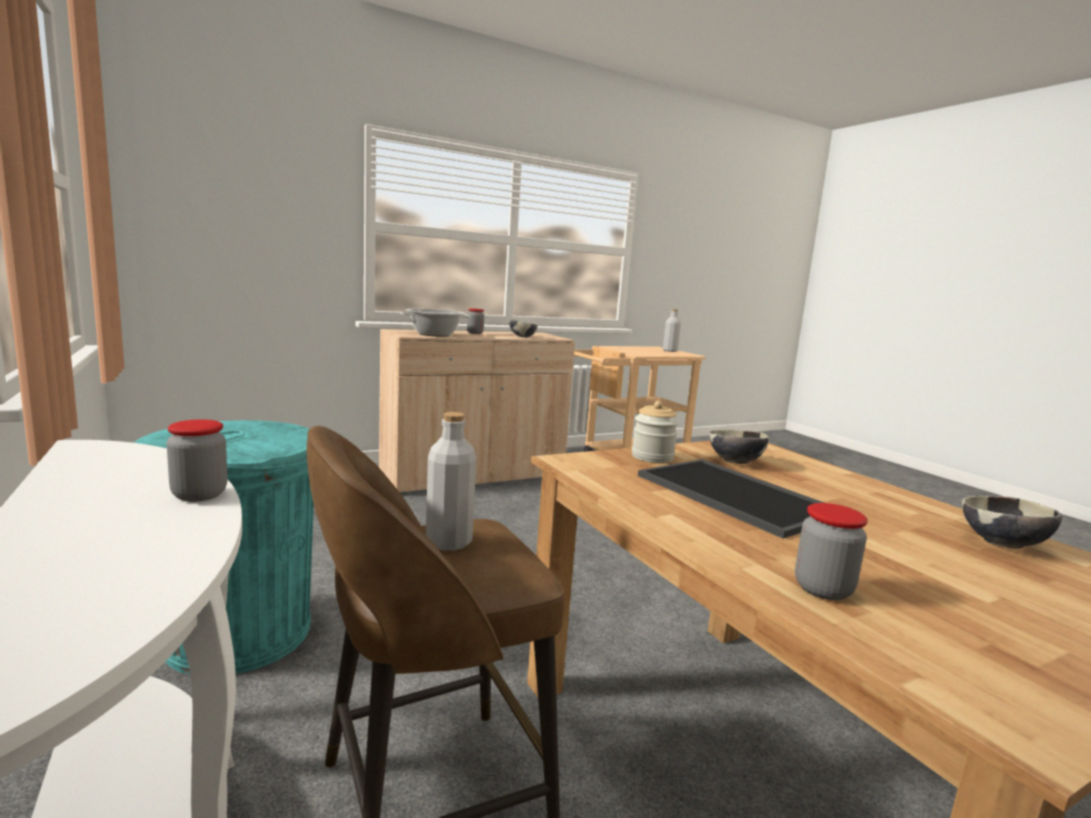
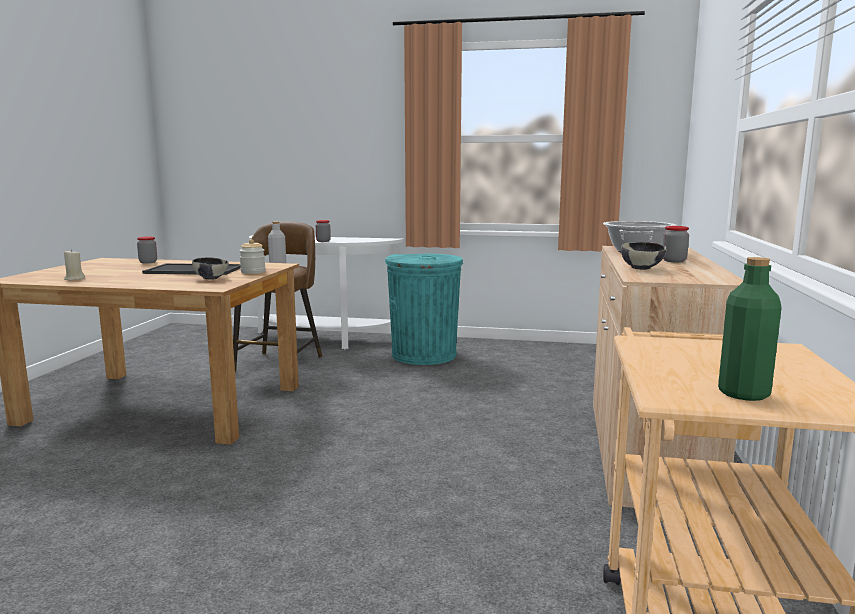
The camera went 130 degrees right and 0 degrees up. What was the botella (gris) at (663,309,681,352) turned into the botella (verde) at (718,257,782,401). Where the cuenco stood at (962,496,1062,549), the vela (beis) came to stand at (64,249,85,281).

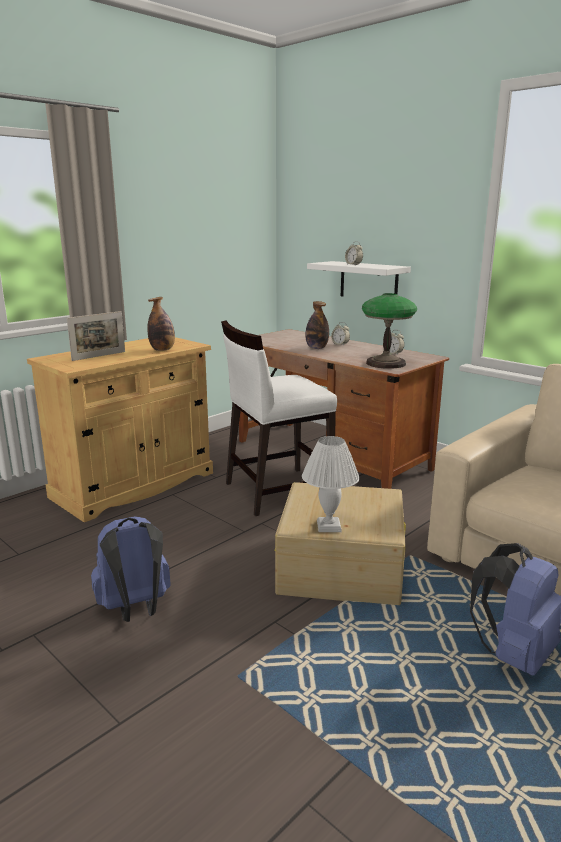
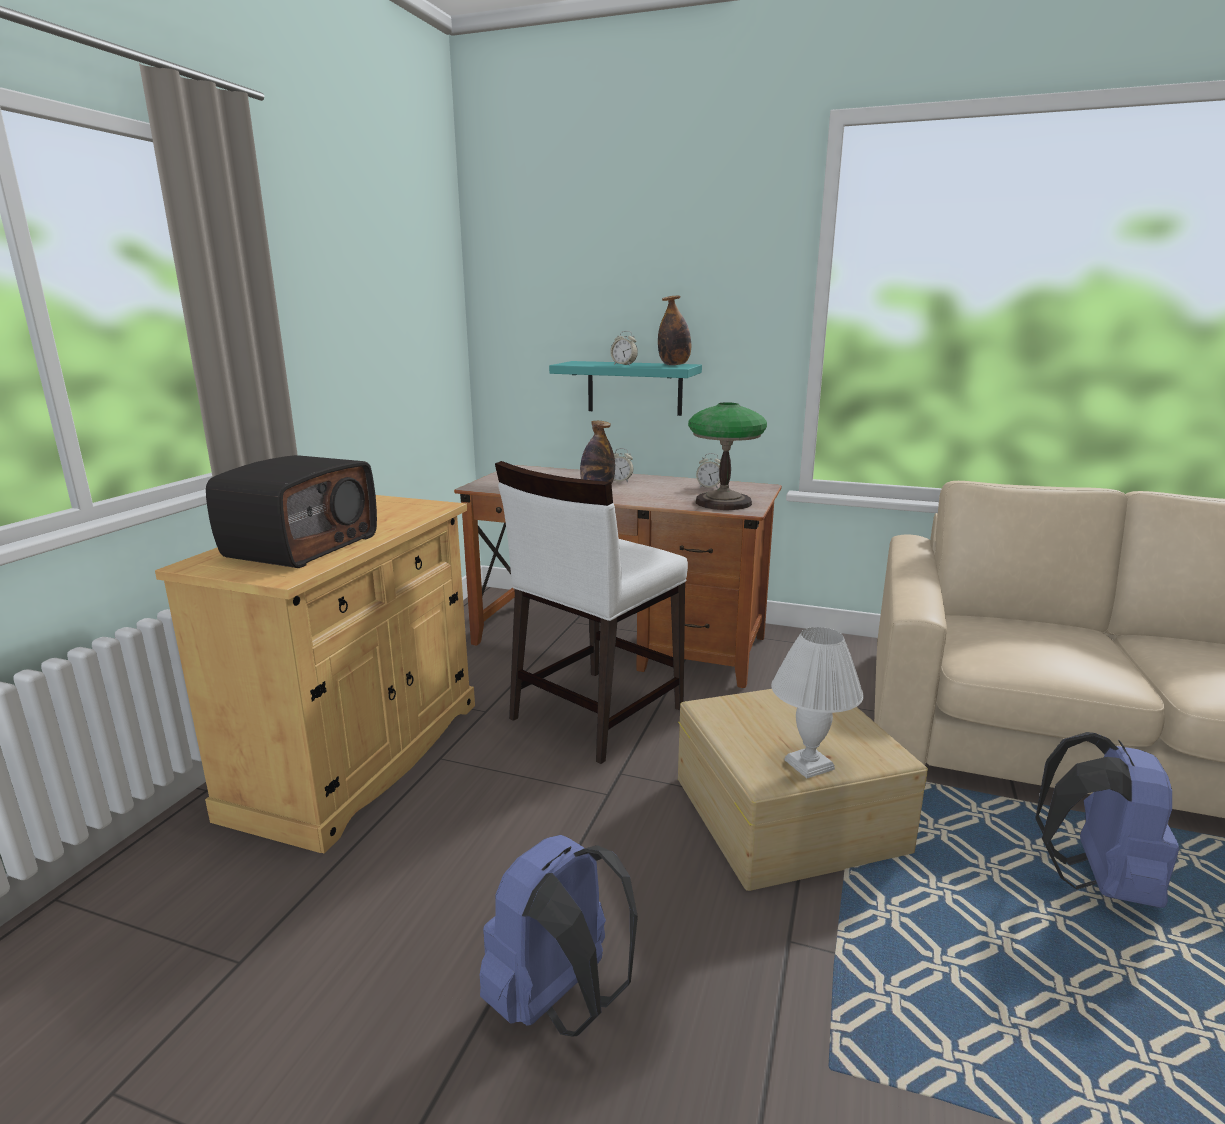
The camera went 25 degrees left and 0 degrees up. What was the estante (blanco) at (307,261,411,297) turned into the estante (turquesa) at (549,361,702,416). The botella ended up elsewhere, having gone from (147,297,175,351) to (658,296,691,365). Where the portarretratos stood at (67,311,125,361), the radio came to stand at (206,455,377,568).

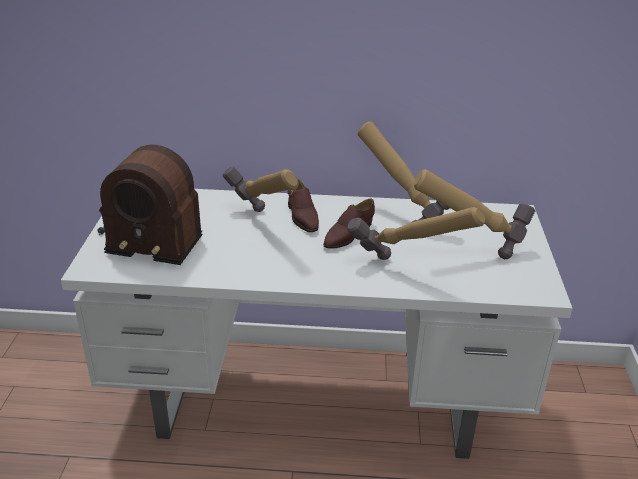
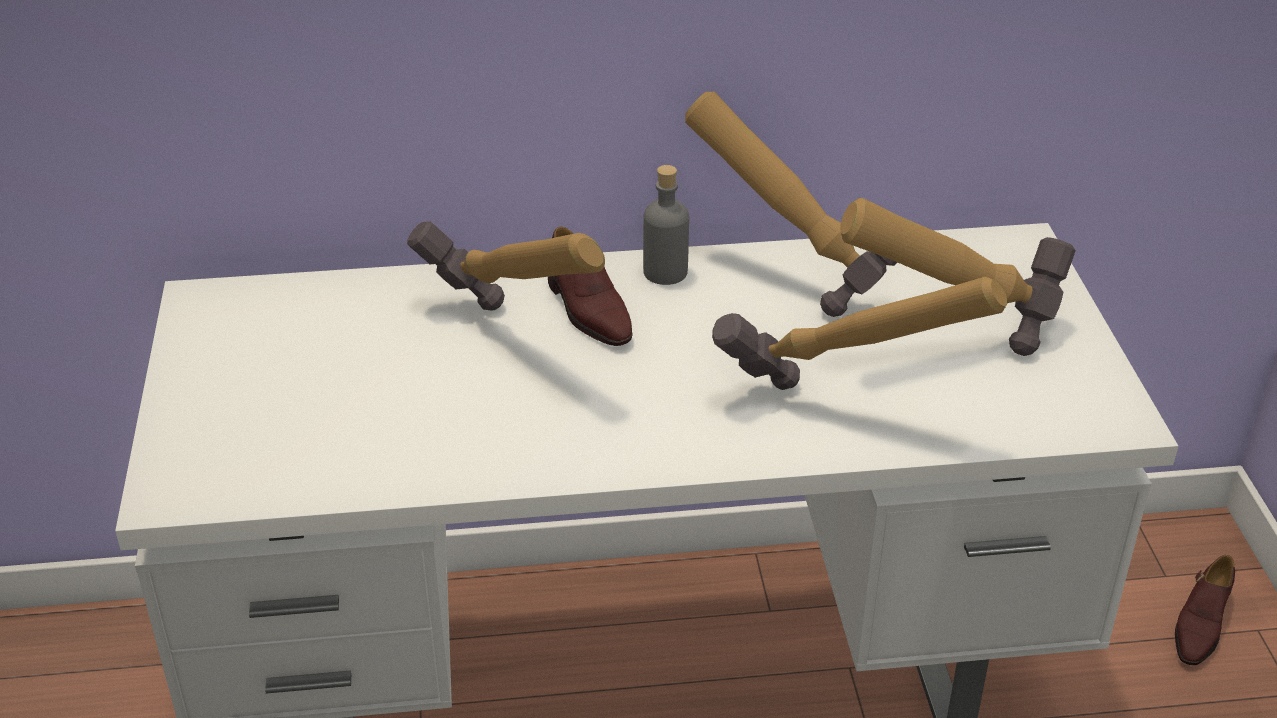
The camera went 10 degrees left and 5 degrees up. The second view lost the radio at (97,145,202,265). The zapato (marrón) ended up elsewhere, having gone from (323,199,375,249) to (1175,555,1235,665). The second view gained the botella (gris) at (643,165,689,285).

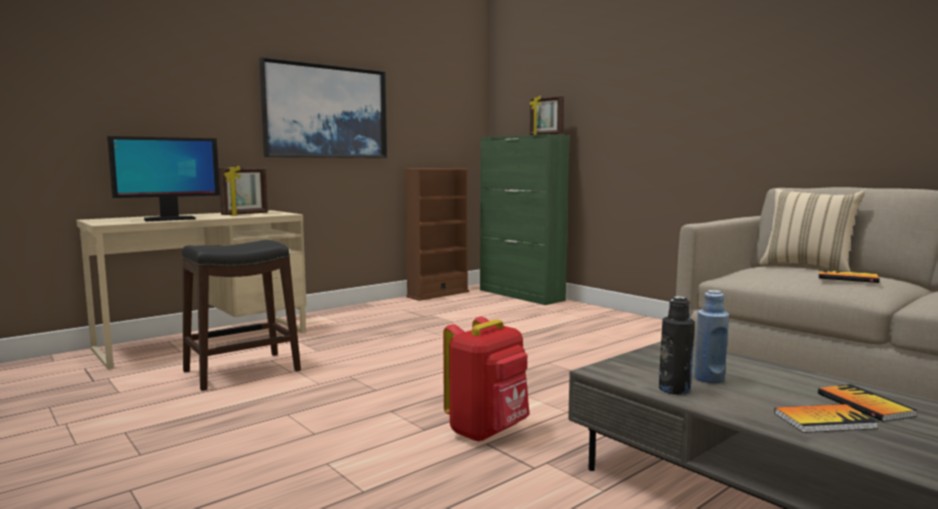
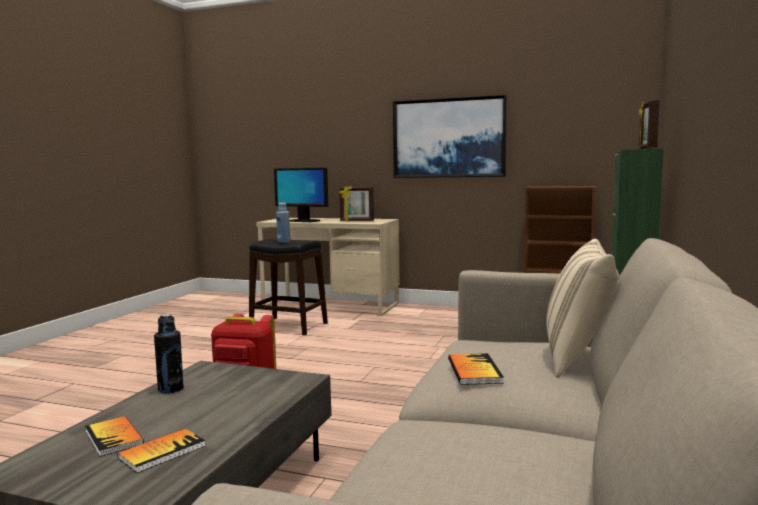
The camera went 60 degrees right and 0 degrees up. The botella (azul) ended up elsewhere, having gone from (694,290,729,383) to (276,202,290,243).

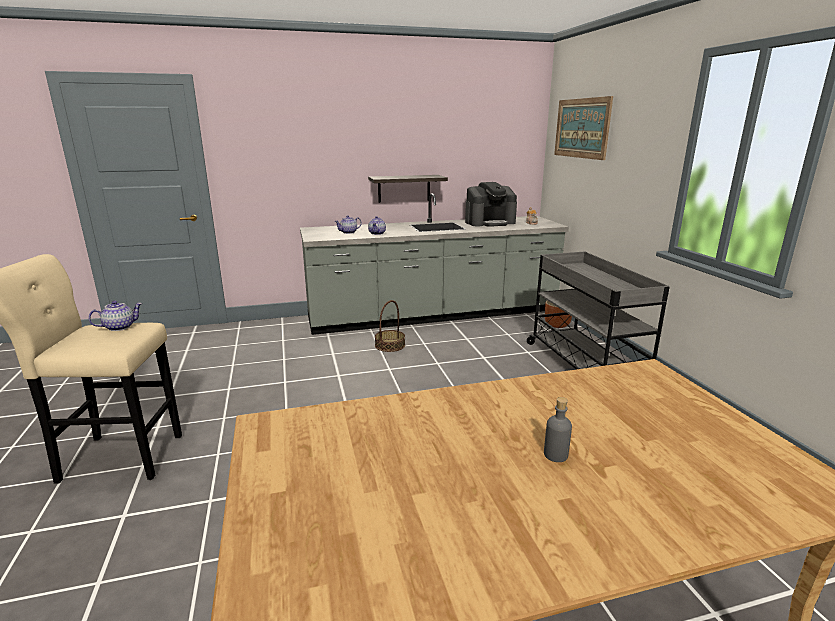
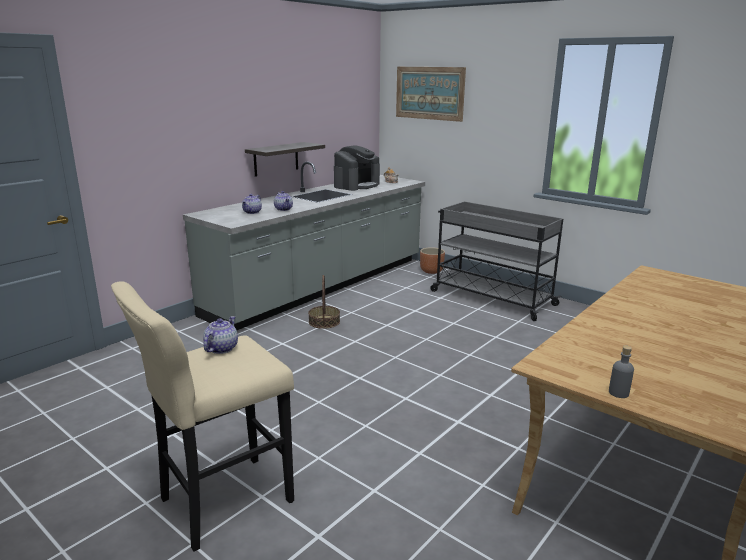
The camera went 35 degrees left and 0 degrees up. The botella (gris) ended up elsewhere, having gone from (544,397,572,462) to (609,346,634,398).

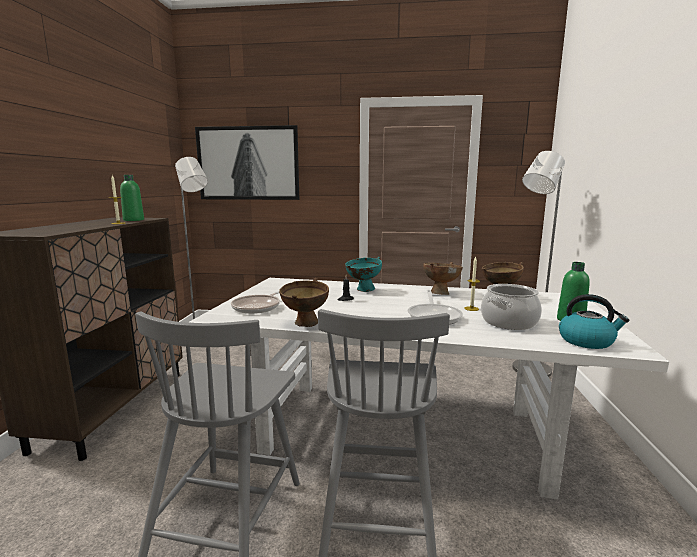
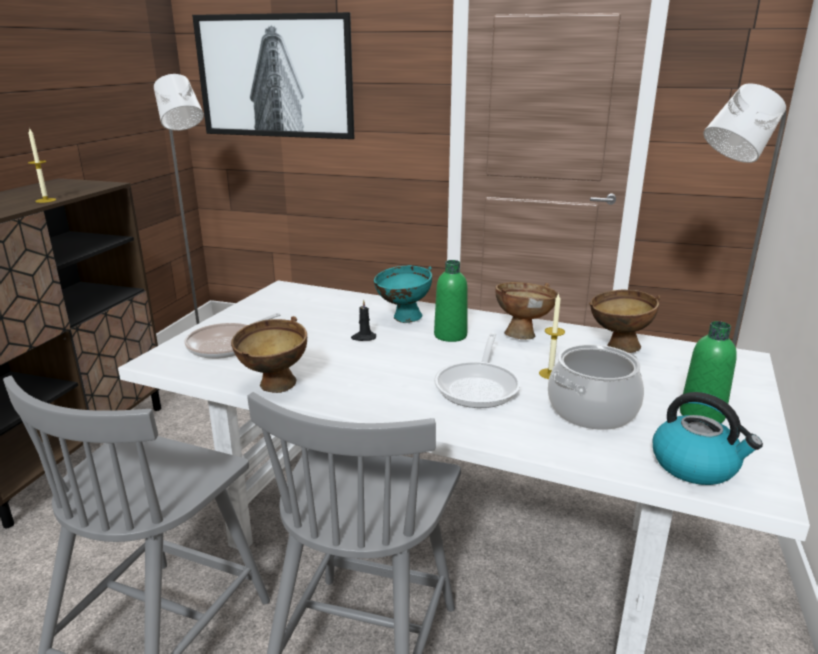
The camera went 10 degrees right and 10 degrees up. The botella (verde) ended up elsewhere, having gone from (120,175,144,221) to (434,260,468,342).

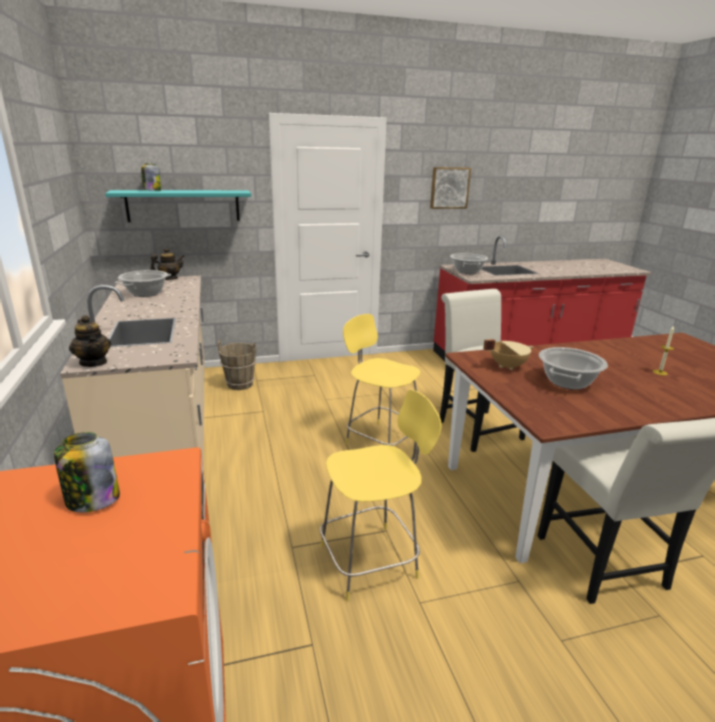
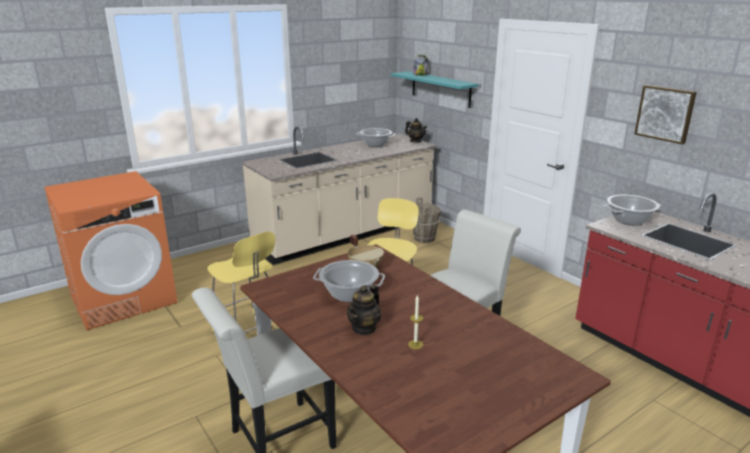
The camera went 70 degrees right and 0 degrees up. The tetera ended up elsewhere, having gone from (69,315,111,367) to (347,285,381,335). The second view lost the tarro at (54,432,120,512).

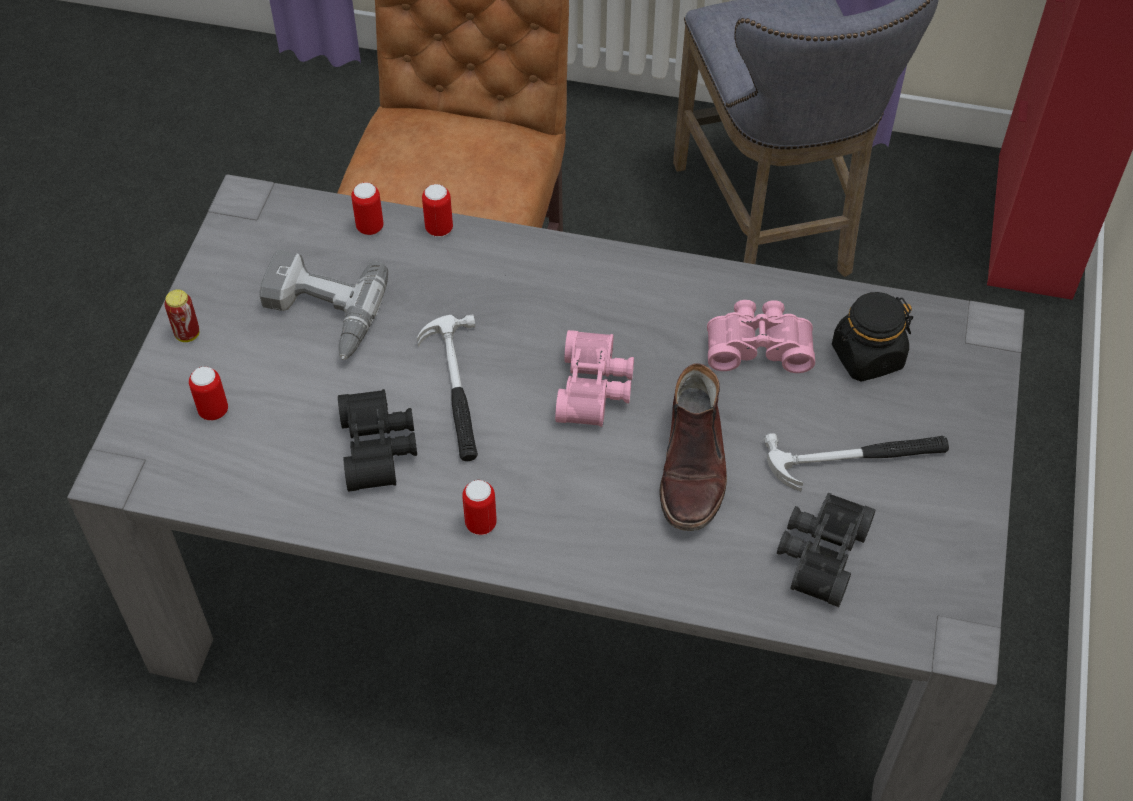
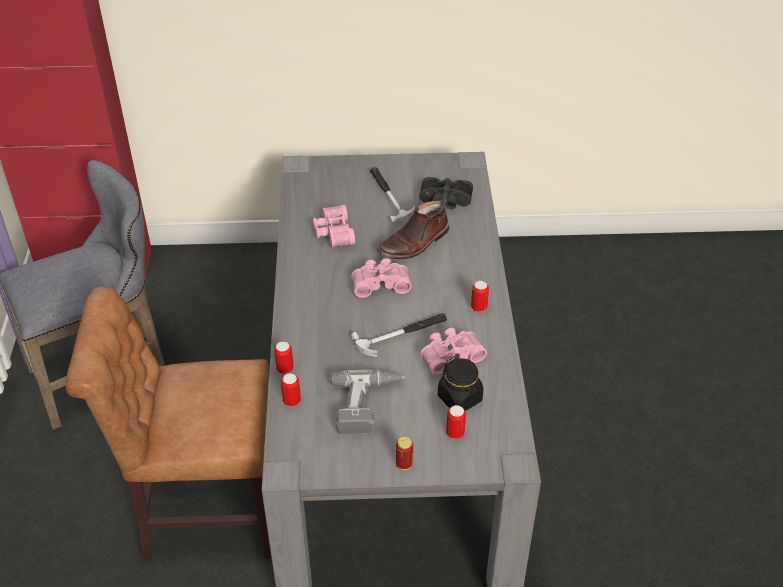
The camera went 105 degrees left and 10 degrees down. The tarro (negro) ended up elsewhere, having gone from (832,292,913,381) to (438,357,483,411). The bota (marrón) at (660,363,727,531) ended up facing another way, 150 degrees clockwise from before. What was the prismáticos (negro) at (338,389,417,492) turned into the prismáticos (rosa) at (420,328,487,376).

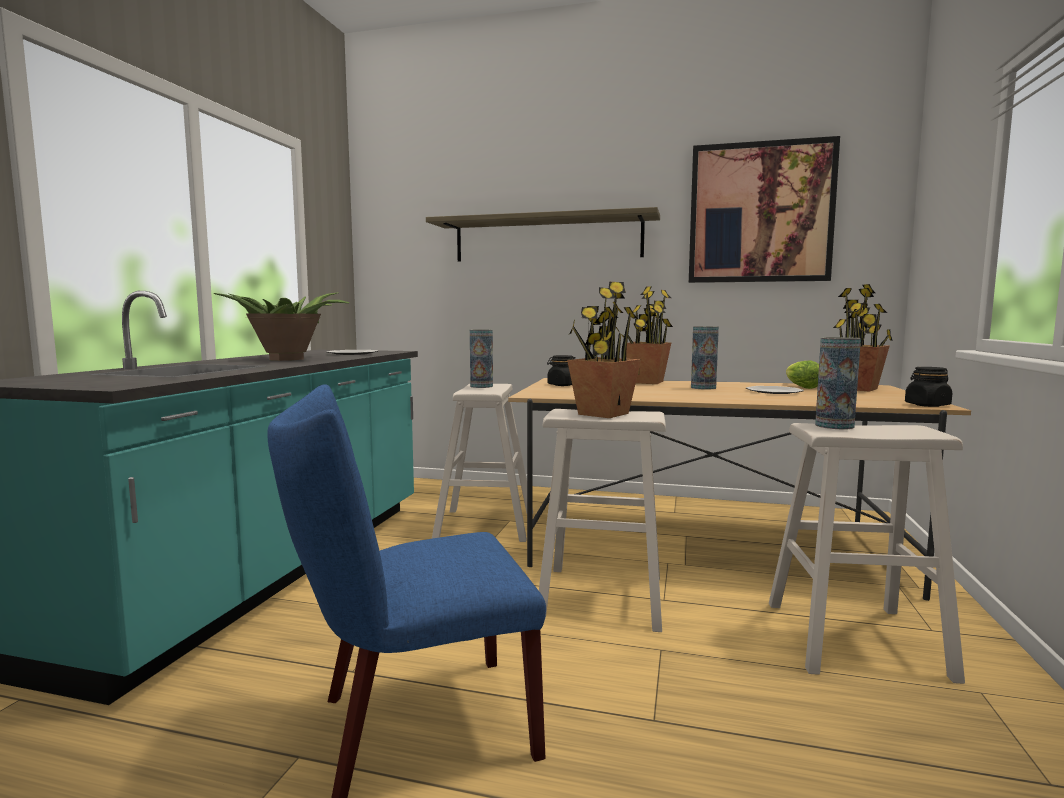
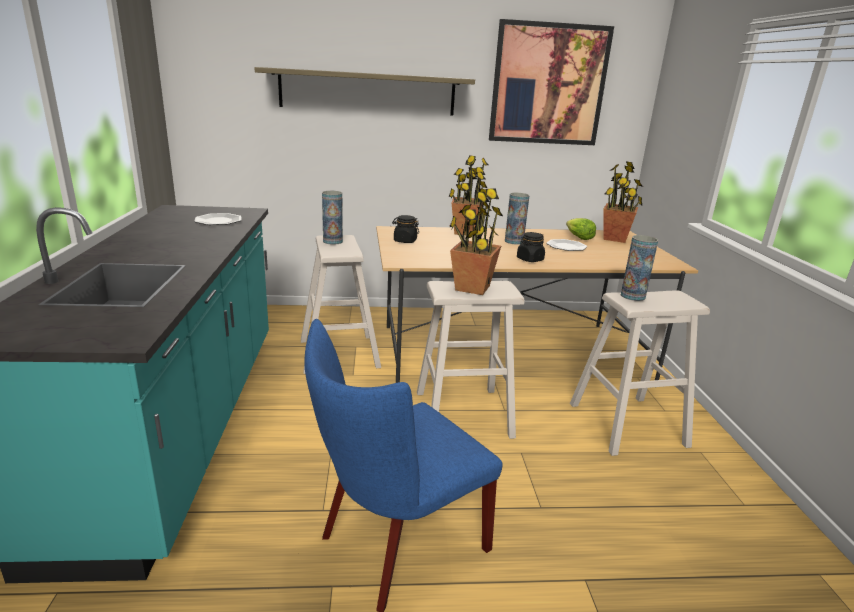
The camera went 20 degrees left and 15 degrees up. The second view lost the planta en maceta at (214,293,350,361). The tarro (negro) ended up elsewhere, having gone from (905,367,952,407) to (517,232,545,262).

